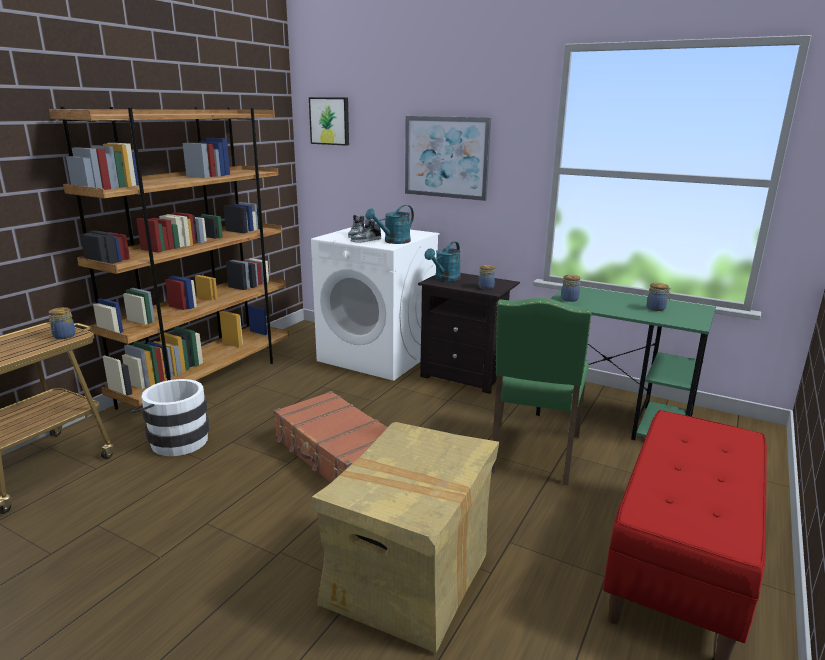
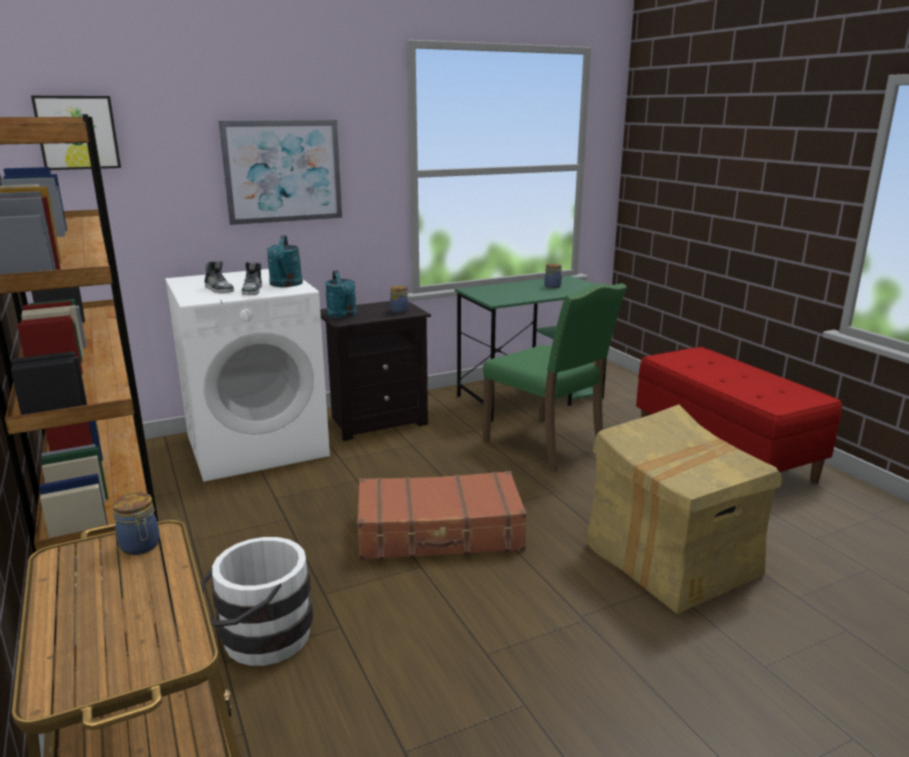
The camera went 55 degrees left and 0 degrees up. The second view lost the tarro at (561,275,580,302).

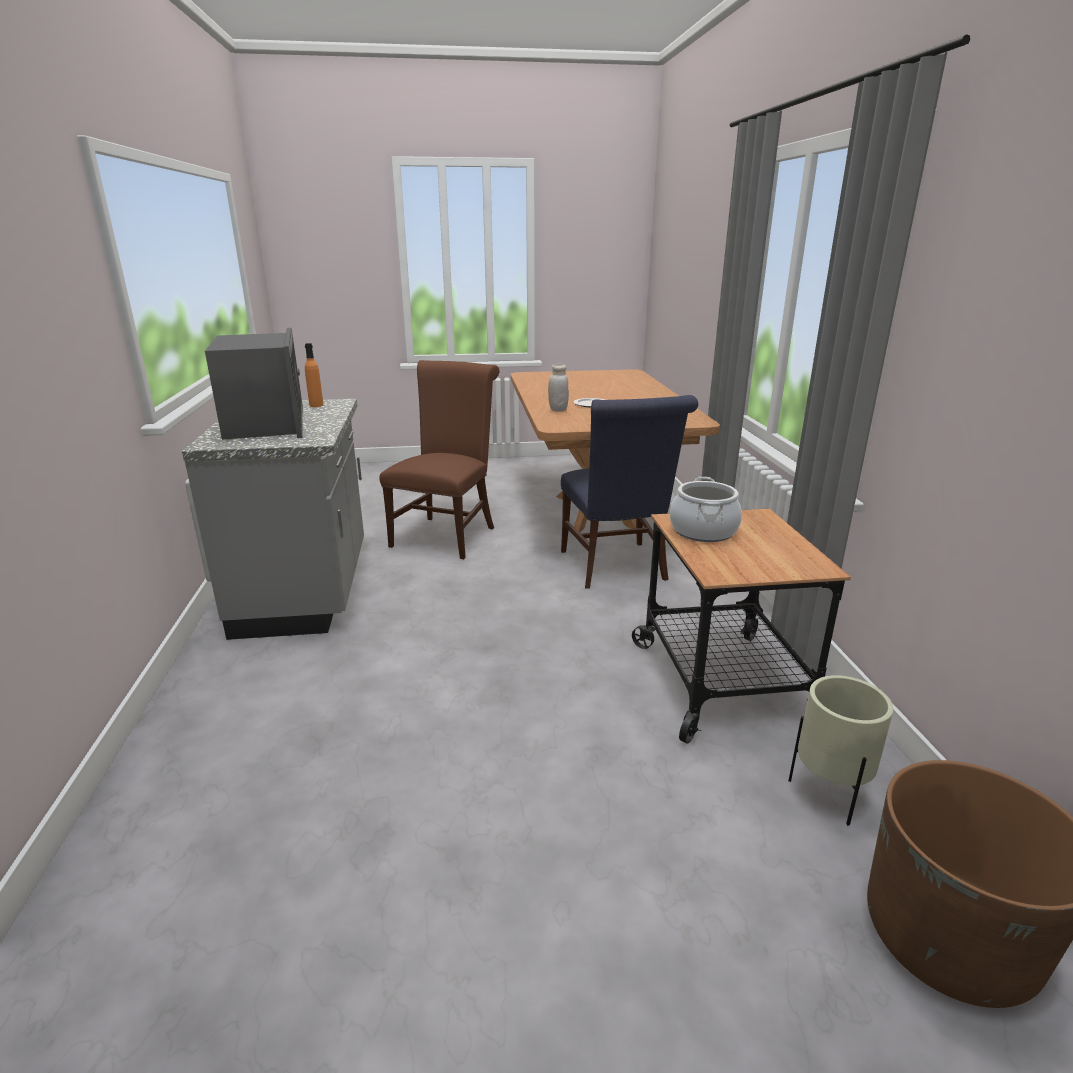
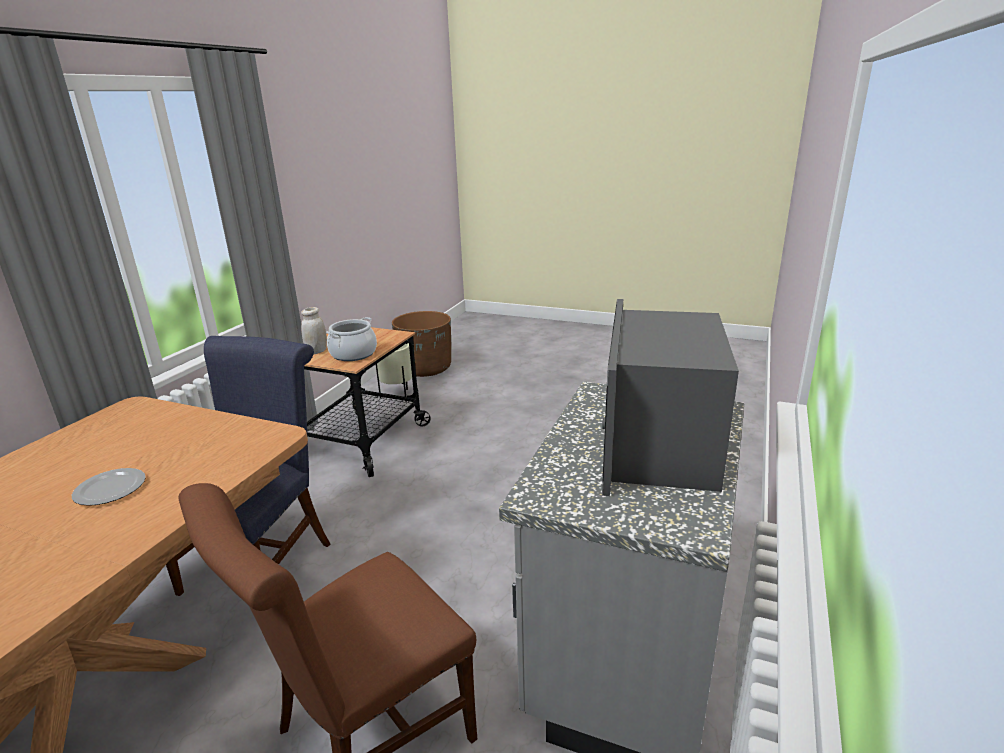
The camera went 150 degrees left and 0 degrees up. The second view lost the botella (naranja) at (305,343,324,407). The tarro (blanco) ended up elsewhere, having gone from (548,364,569,412) to (301,307,327,354).

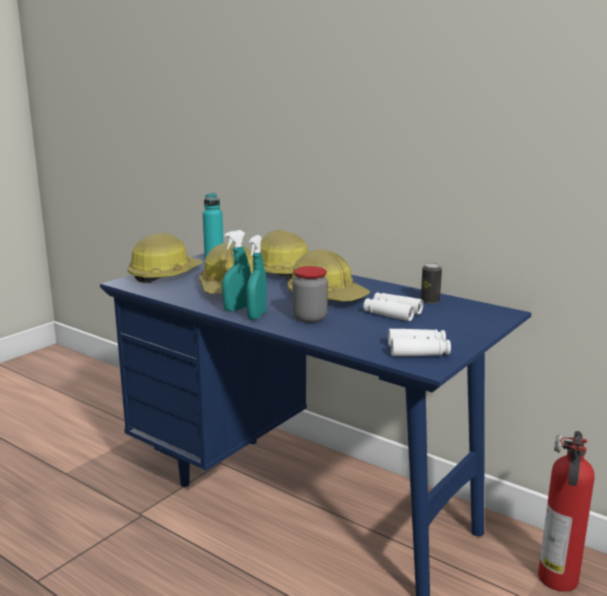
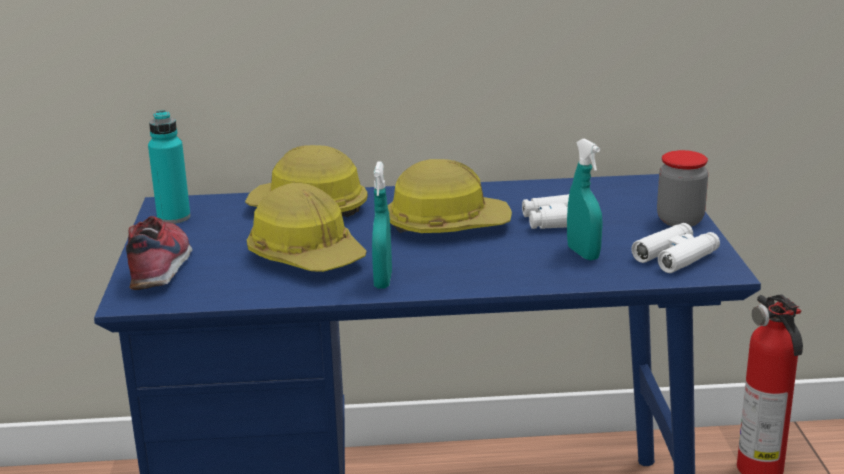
The camera went 40 degrees left and 5 degrees up. Where the casco stood at (128,233,203,283), the zapato came to stand at (126,216,193,290). The pulverizador (turquesa) ended up elsewhere, having gone from (246,235,267,320) to (567,139,603,261). The second view lost the lata at (421,263,442,304). The tarro ended up elsewhere, having gone from (293,266,328,323) to (657,150,708,227).

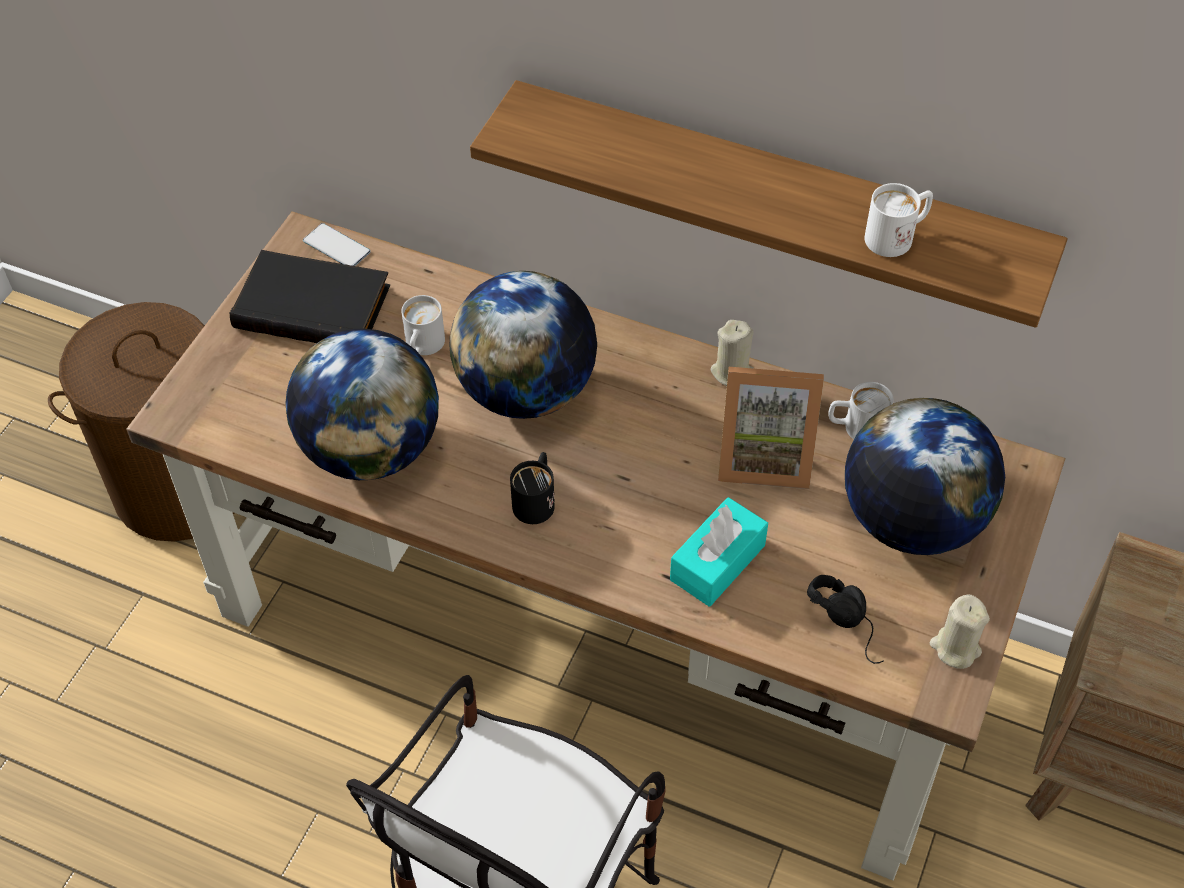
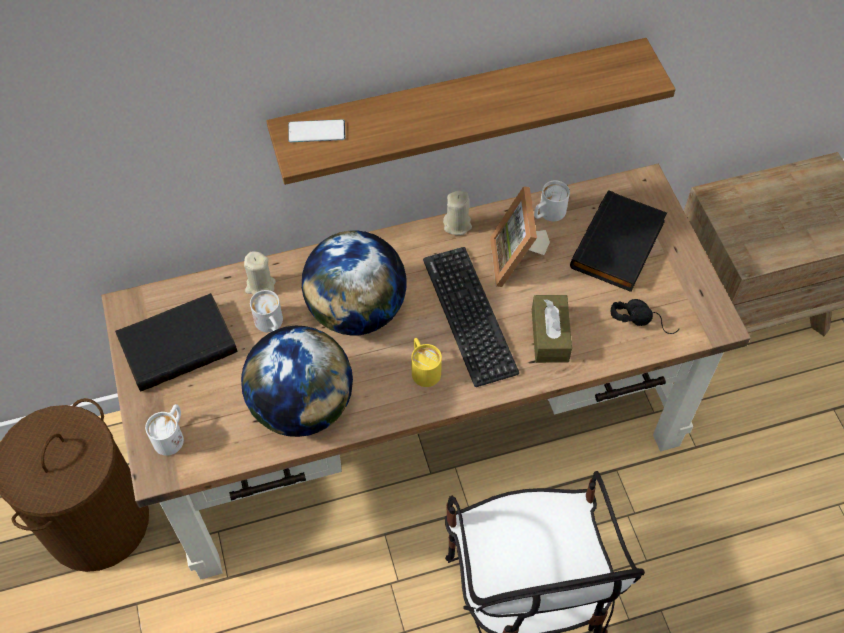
The camera went 40 degrees left and 5 degrees up. The taza grande (blanco) ended up elsewhere, having gone from (864,183,933,257) to (145,404,184,456). The móvil ended up elsewhere, having gone from (303,223,371,266) to (288,119,345,142). The portarretratos at (718,367,824,489) ended up facing another way, 120 degrees clockwise from before. Where the globo terráqueo stood at (845,398,1005,555), the libro (negro) came to stand at (570,190,667,292). What was the taza grande (negro) at (510,452,555,524) turned into the taza grande (amarillo) at (411,338,442,387). What was the caja de pañuelos (turquesa) at (670,497,768,607) turned into the caja de pañuelos (marrón) at (532,295,572,363). The vela (beis) ended up elsewhere, having gone from (930,595,990,669) to (244,251,276,295). The second view gained the teclado at (423,247,519,387).

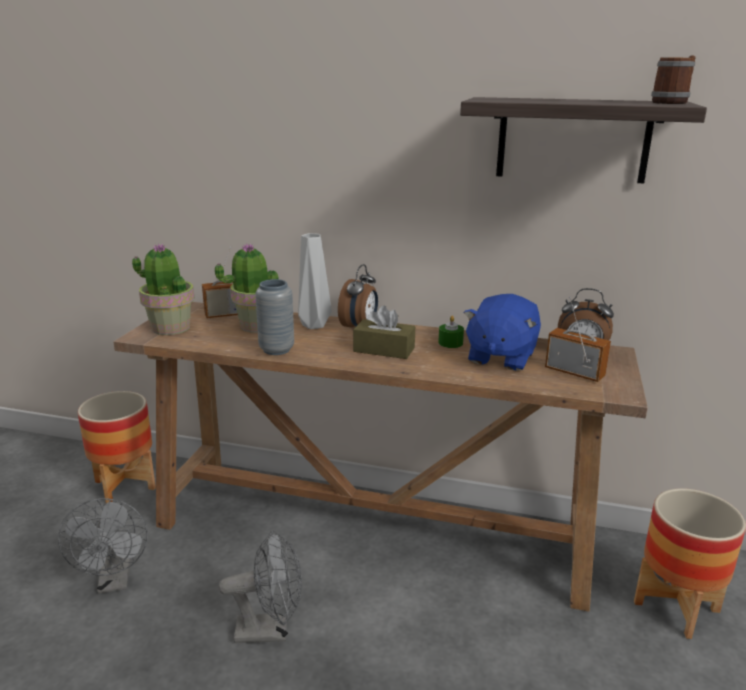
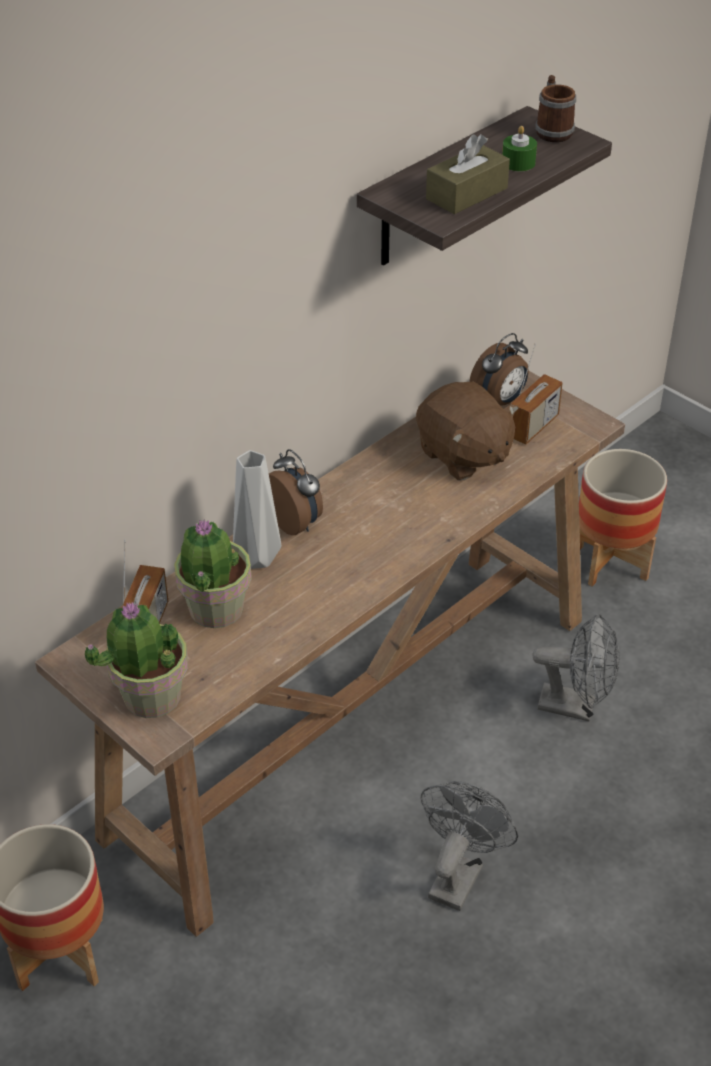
The camera went 60 degrees left and 20 degrees up. The second view lost the florero (gris) at (255,279,294,355). What was the peluche (azul) at (464,294,541,371) turned into the peluche (marrón) at (416,381,519,481). The radio at (545,297,611,382) ended up facing another way, 150 degrees clockwise from before. The caja de pañuelos (marrón) ended up elsewhere, having gone from (353,306,415,359) to (426,134,510,214). The vela (verde) ended up elsewhere, having gone from (438,316,464,348) to (502,126,537,171). The ventilador (gris) ended up elsewhere, having gone from (58,498,148,594) to (532,613,620,721).

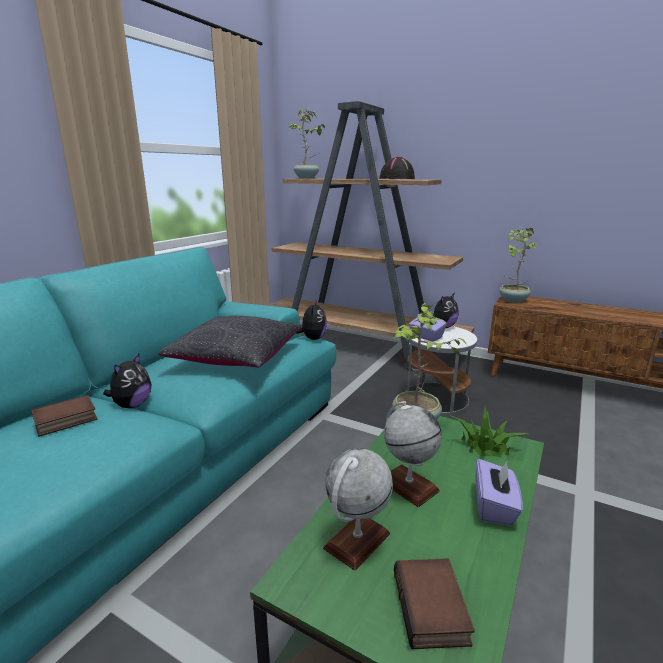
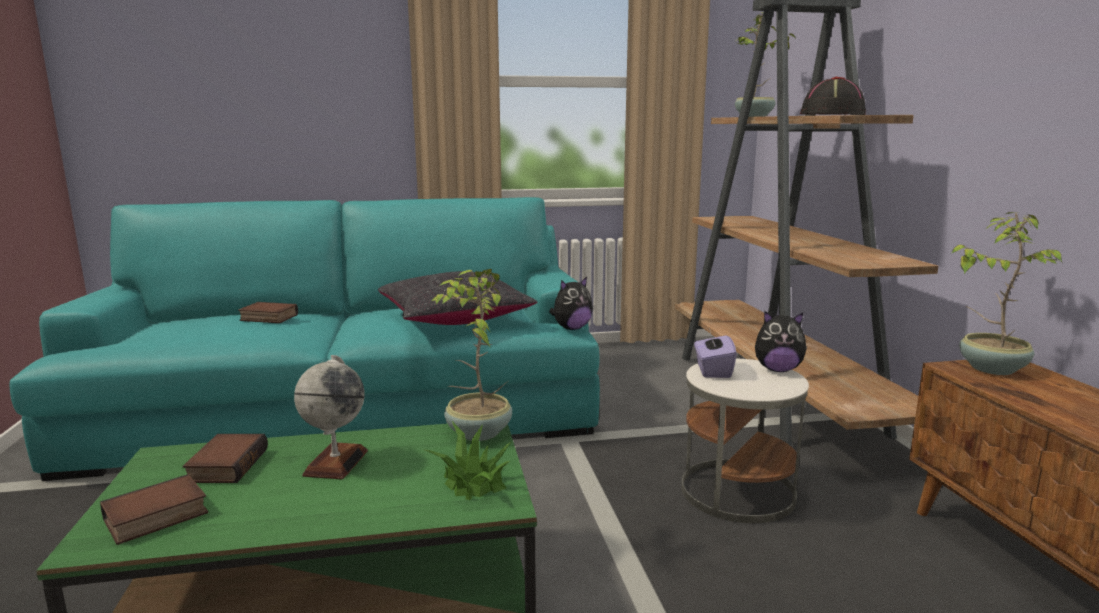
The camera went 50 degrees right and 5 degrees down. The second view lost the peluche at (103,354,151,408). Where the globo terráqueo stood at (323,448,393,571), the libro came to stand at (183,434,268,483). The second view lost the caja de pañuelos (morado) at (475,459,523,526).

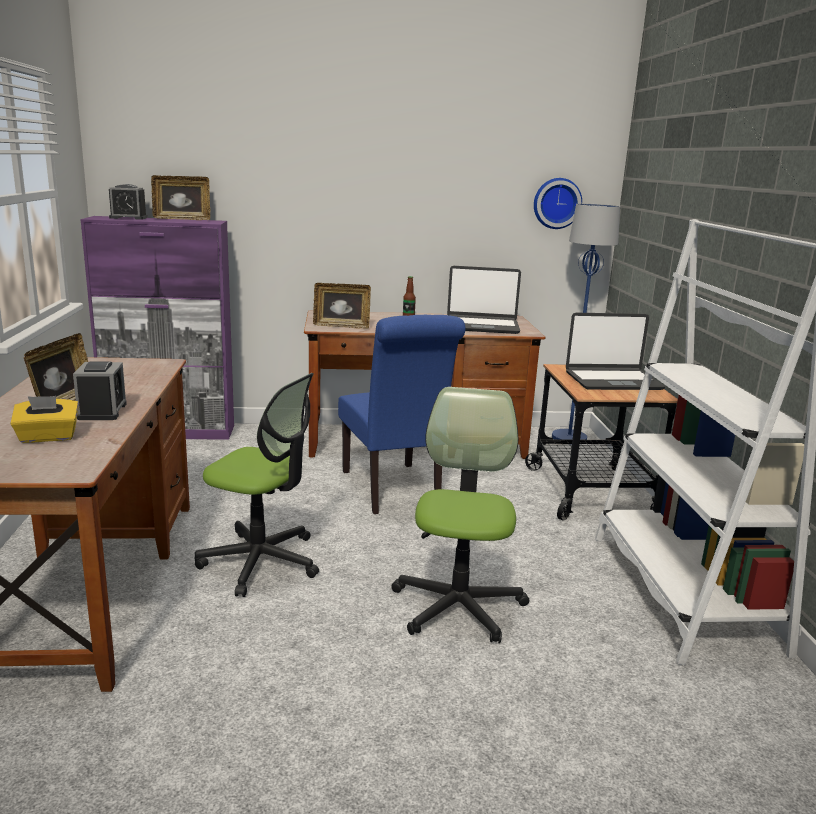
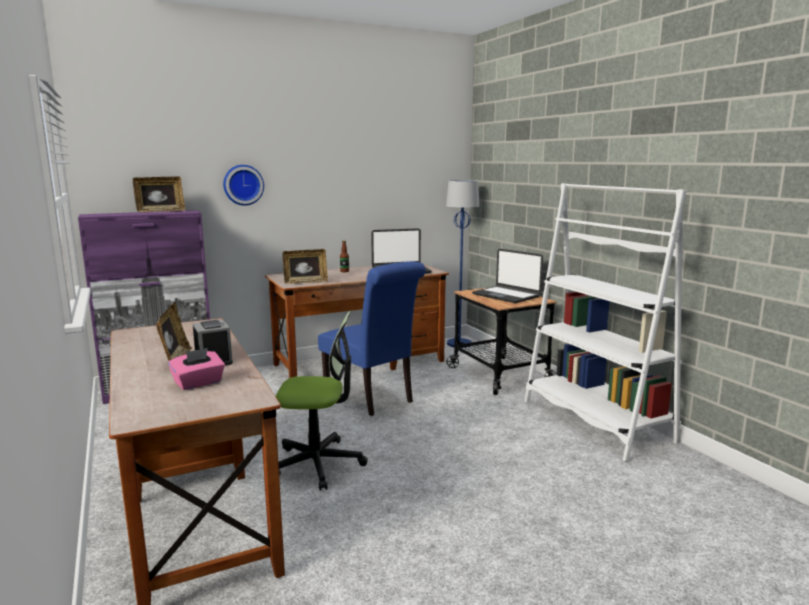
The camera went 20 degrees left and 5 degrees down. The reloj de pared ended up elsewhere, having gone from (534,178,582,229) to (223,165,264,206). The second view lost the despertador at (109,184,148,220). The portátil at (566,313,665,390) ended up facing another way, 75 degrees clockwise from before. The second view lost the silla de oficina at (391,387,529,643). What was the caja de pañuelos (amarillo) at (11,396,79,443) turned into the caja de pañuelos (rosa) at (168,348,225,390).

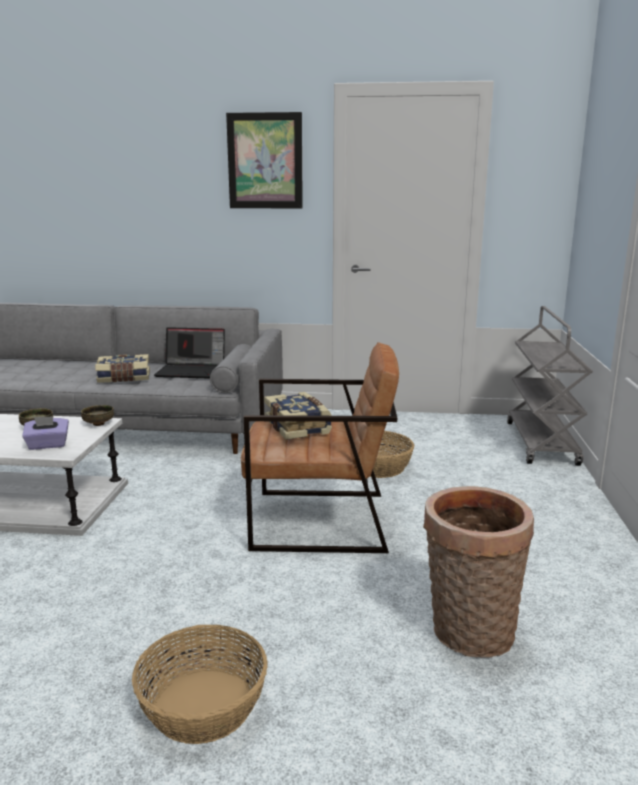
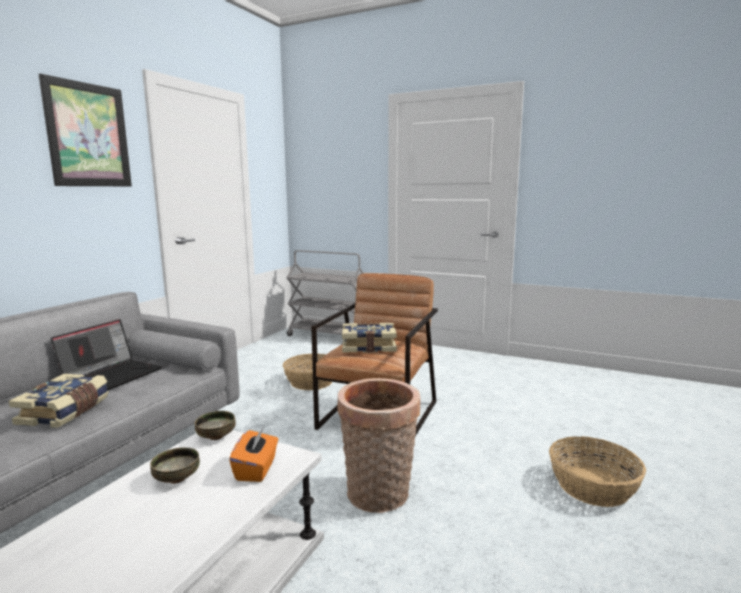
The camera went 70 degrees left and 5 degrees down. What was the caja de pañuelos (morado) at (22,416,69,450) turned into the caja de pañuelos (naranja) at (229,427,278,482). The cesta ended up elsewhere, having gone from (423,486,534,658) to (337,378,420,513).

